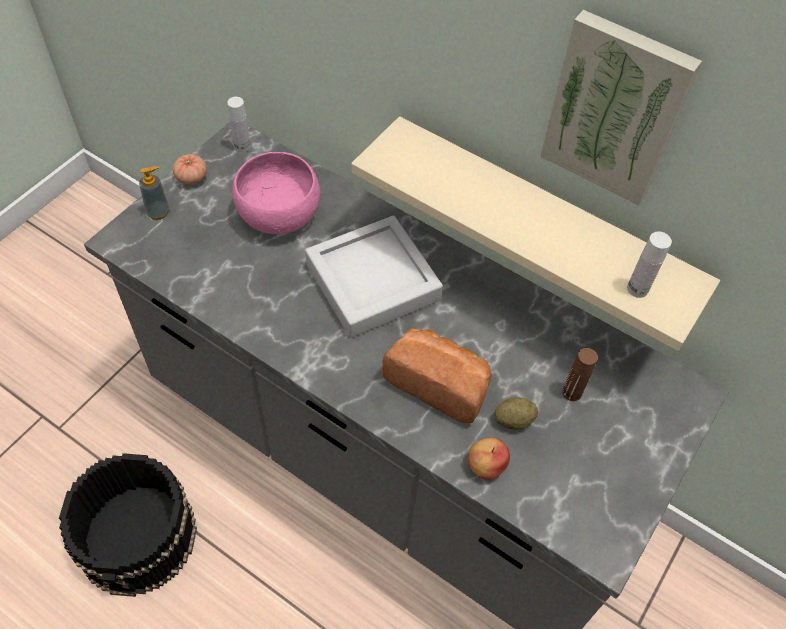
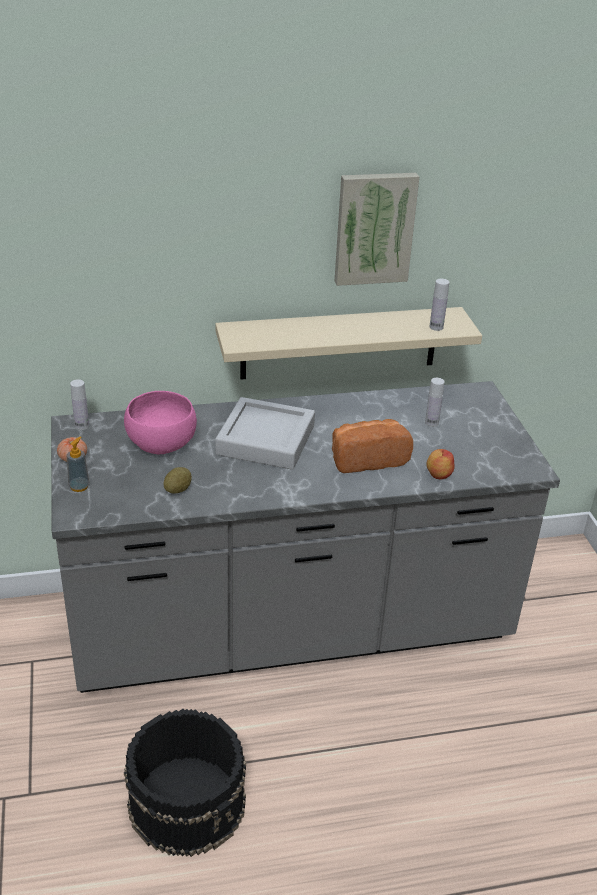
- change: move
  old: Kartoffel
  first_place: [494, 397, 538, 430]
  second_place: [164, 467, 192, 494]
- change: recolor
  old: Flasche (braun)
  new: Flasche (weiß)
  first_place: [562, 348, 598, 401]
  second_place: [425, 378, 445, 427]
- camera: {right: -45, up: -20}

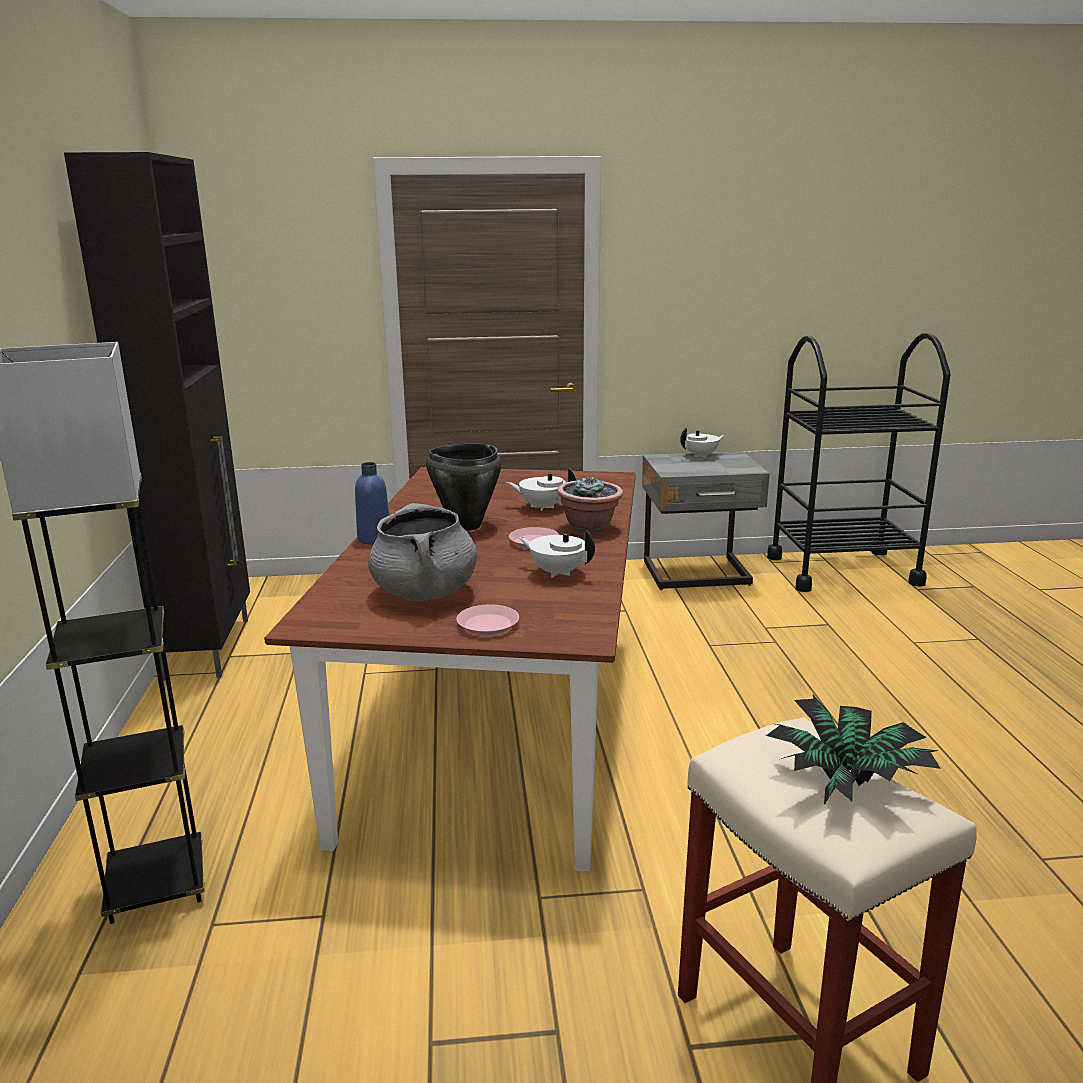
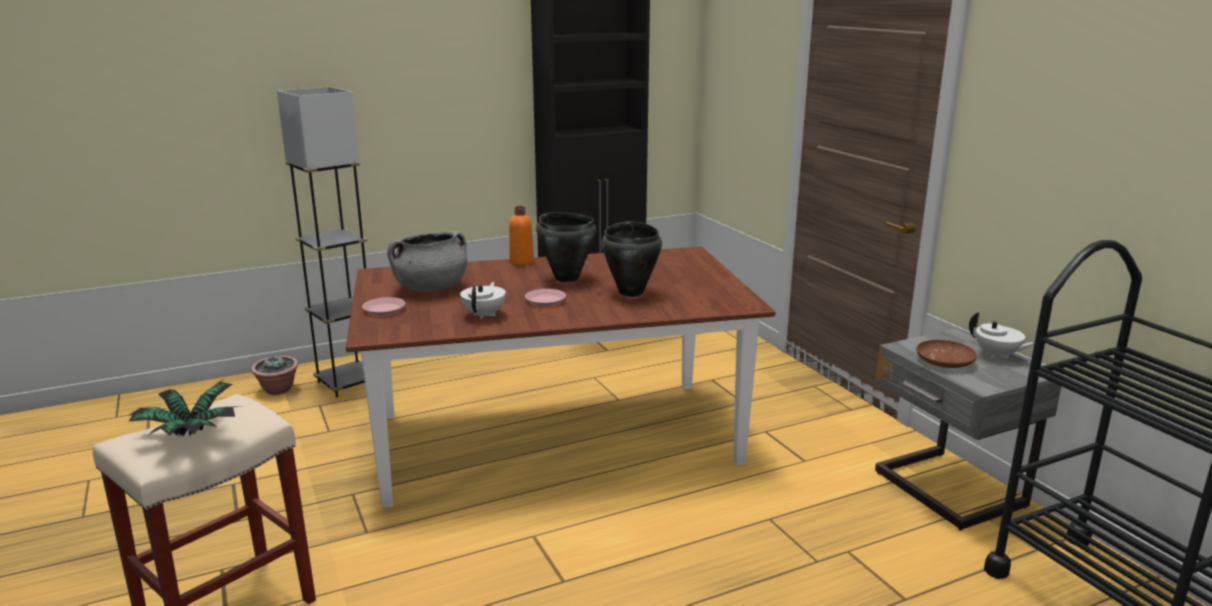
- change: insert
  new: Teller (braun)
  second_place: [916, 340, 977, 368]
- change: move
  old: Topfpflanze
  first_place: [557, 476, 623, 534]
  second_place: [251, 356, 298, 395]
- change: replace
  old: Teekanne (weiß)
  new: Kochtopf (schwarz)
  first_place: [506, 468, 576, 511]
  second_place: [602, 221, 662, 297]
- change: recolor
  old: Flasche (blau)
  new: Flasche (orange)
  first_place: [355, 462, 389, 545]
  second_place: [509, 206, 534, 265]
- camera: {right: 70, up: 0}

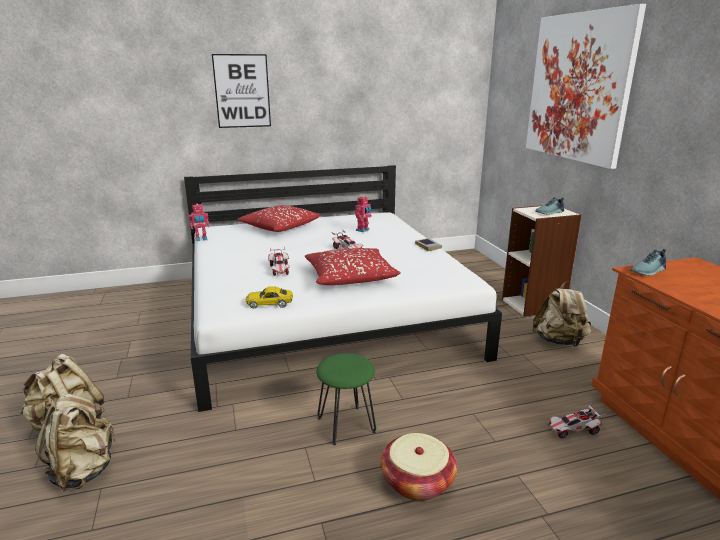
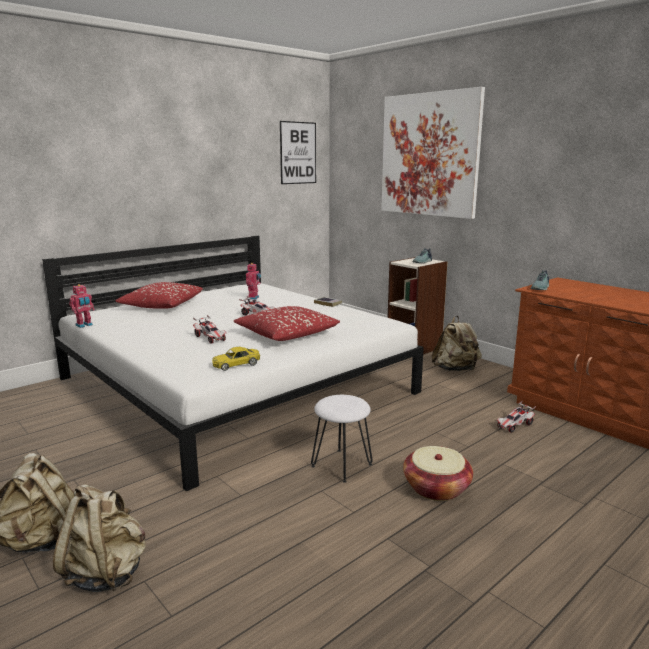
- change: move
  old: Bild
  first_place: [212, 54, 271, 128]
  second_place: [280, 121, 316, 184]
- change: recolor
  old: Hocker (grün)
  new: Hocker (weiß)
  first_place: [316, 353, 376, 445]
  second_place: [311, 395, 373, 483]
- camera: {right: -25, up: -5}

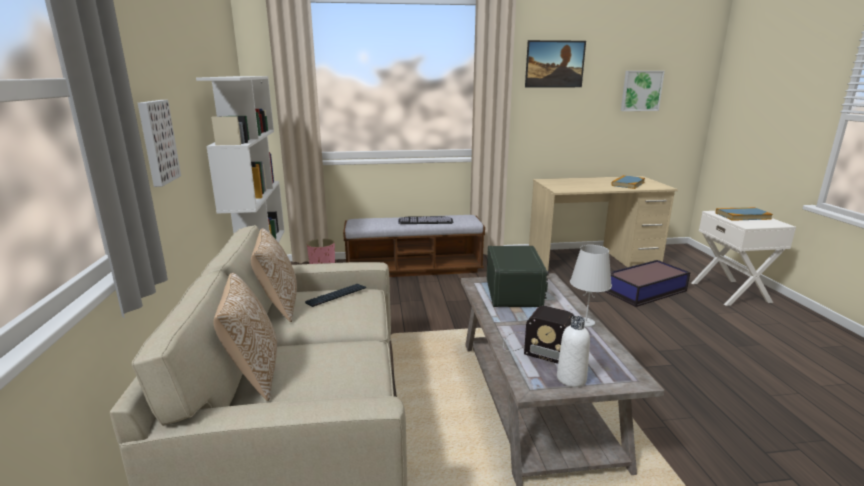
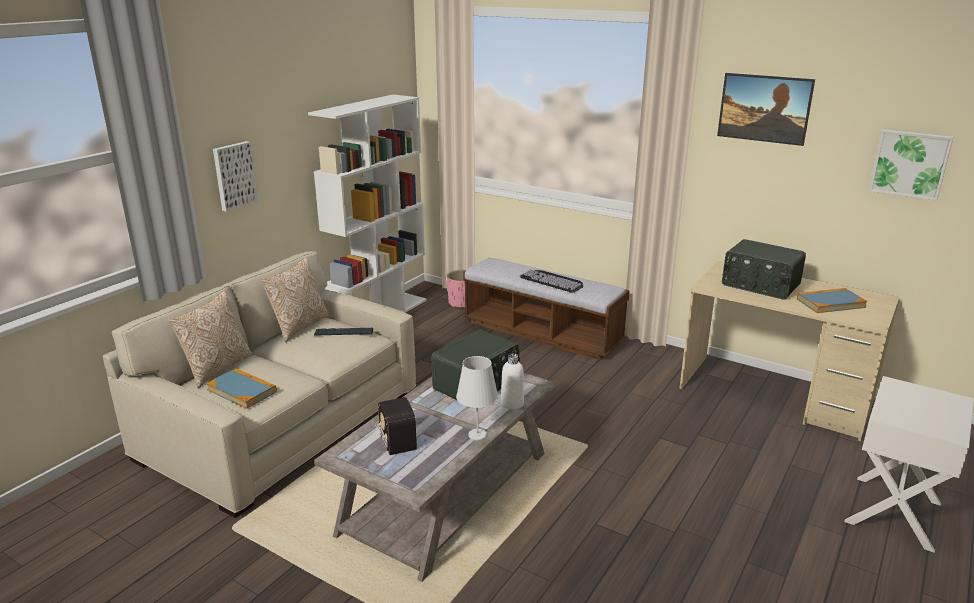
- change: delete
  old: Aufbewahrungsbox
  first_place: [605, 260, 691, 307]
- change: insert
  new: Radio
  second_place: [722, 239, 806, 300]
- change: move
  old: Flasche (weiß)
  first_place: [557, 316, 590, 387]
  second_place: [501, 353, 524, 409]
- change: move
  old: Buch
  first_place: [716, 207, 773, 221]
  second_place: [206, 368, 277, 409]
- camera: {right: 40, up: 5}

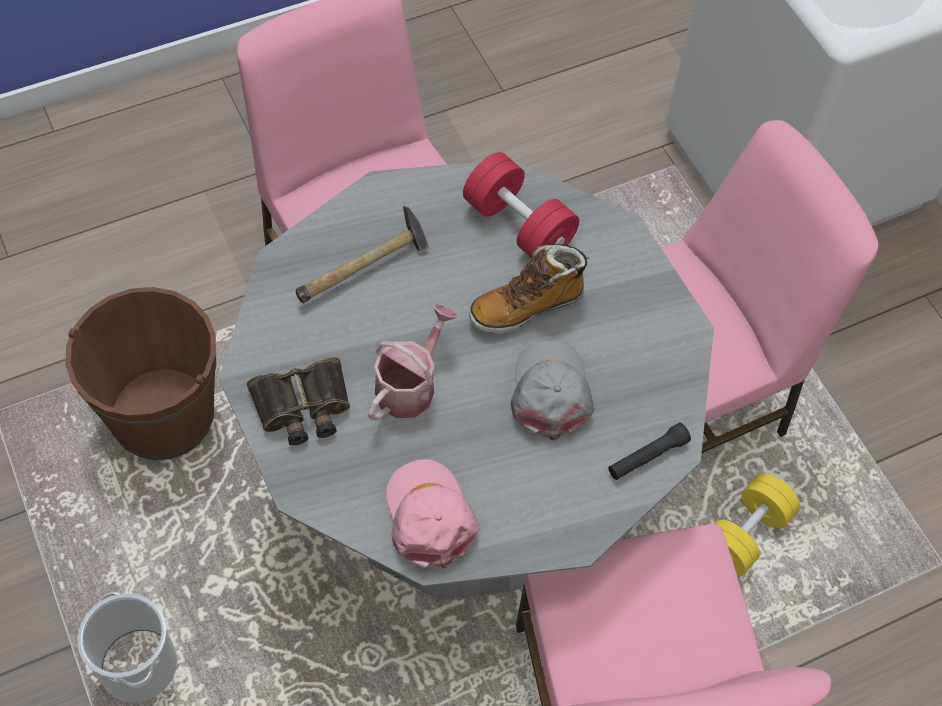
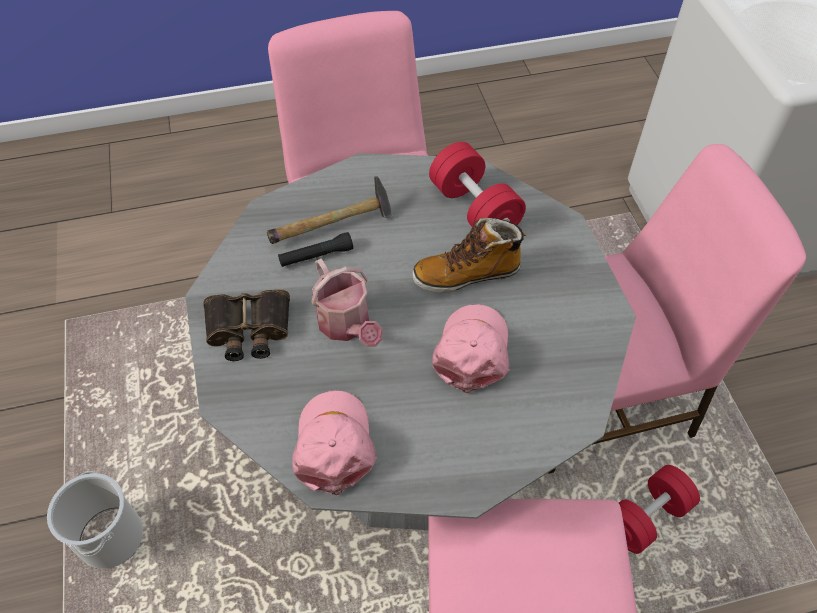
- change: delete
  old: Eimer (braun)
  first_place: [65, 287, 216, 460]
- change: move
  old: Taschenlampe (schwarz)
  first_place: [608, 423, 691, 480]
  second_place: [278, 232, 353, 267]
- change: recolor
  old: Kappe (grau)
  new: Kappe (rosa)
  first_place: [511, 340, 595, 441]
  second_place: [432, 304, 510, 394]
- change: recolor
  old: Hantel (gelb)
  new: Hantel (rot)
  first_place: [714, 473, 800, 576]
  second_place: [619, 465, 700, 554]
- change: rotate
  old: Gießkanne
  first_place: [368, 304, 457, 420]
  second_place: [311, 259, 383, 347]
  degrees: 105
- camera: {right: 15, up: -5}

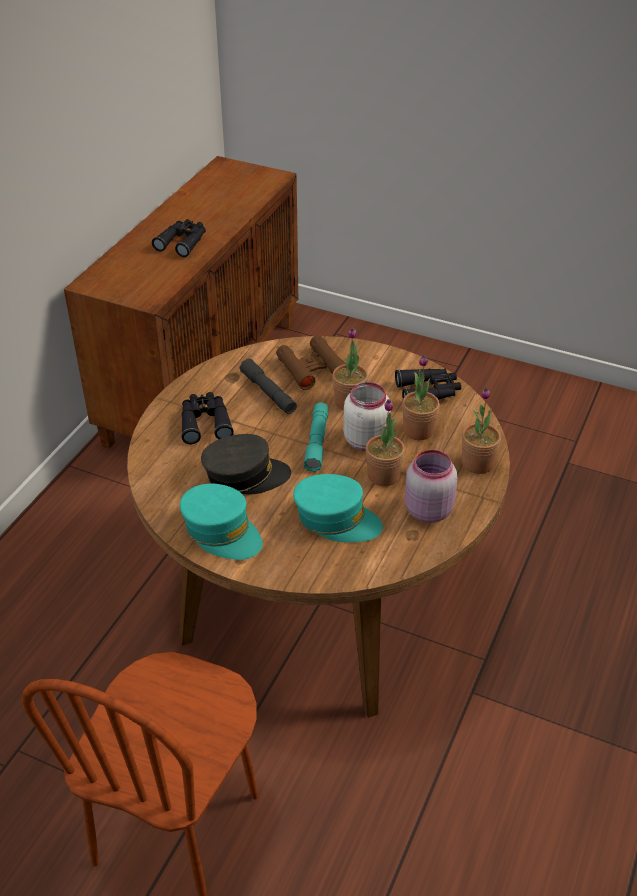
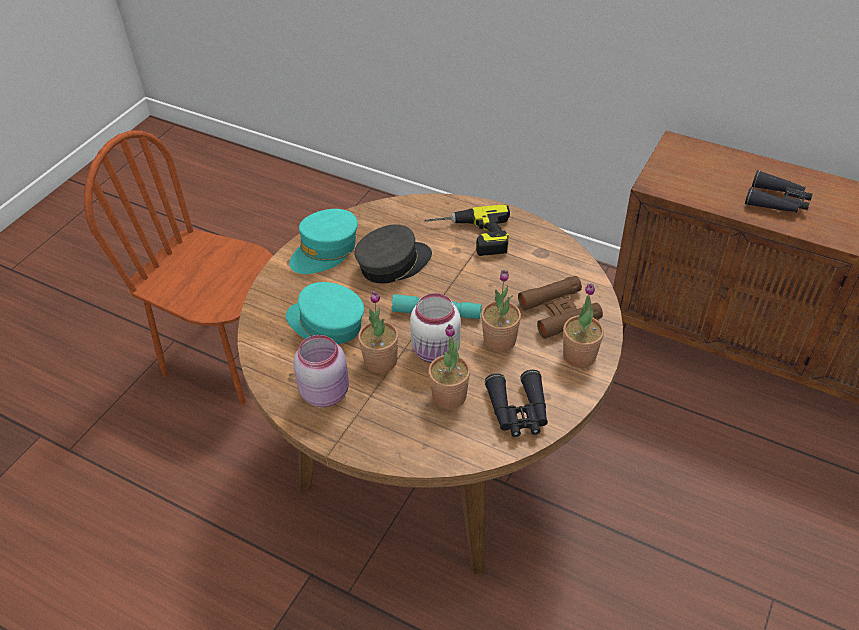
- change: delete
  old: Taschenlampe (grau)
  first_place: [240, 358, 297, 414]
- change: move
  old: Topfpflanze
  first_place: [462, 387, 501, 474]
  second_place: [563, 283, 604, 368]
- change: replace
  old: Fernglas (schwarz)
  new: Bohrmaschine
  first_place: [181, 392, 234, 444]
  second_place: [424, 204, 510, 256]
- change: rotate
  old: Kappe (grau)
  first_place: [201, 434, 291, 494]
  second_place: [355, 224, 432, 284]
  degrees: -120
- change: rotate
  old: Kappe (türkis)
  first_place: [293, 474, 383, 542]
  second_place: [286, 282, 364, 344]
  degrees: 90
- camera: {right: 95, up: 5}

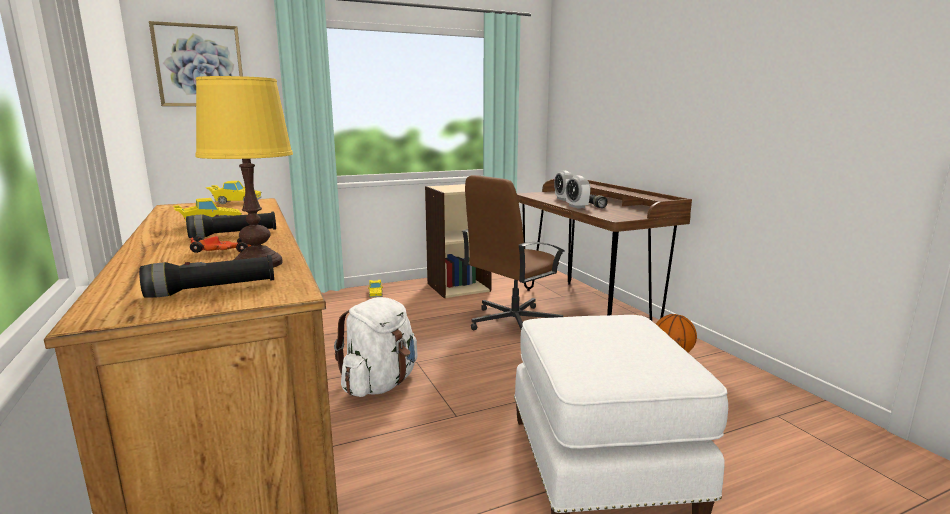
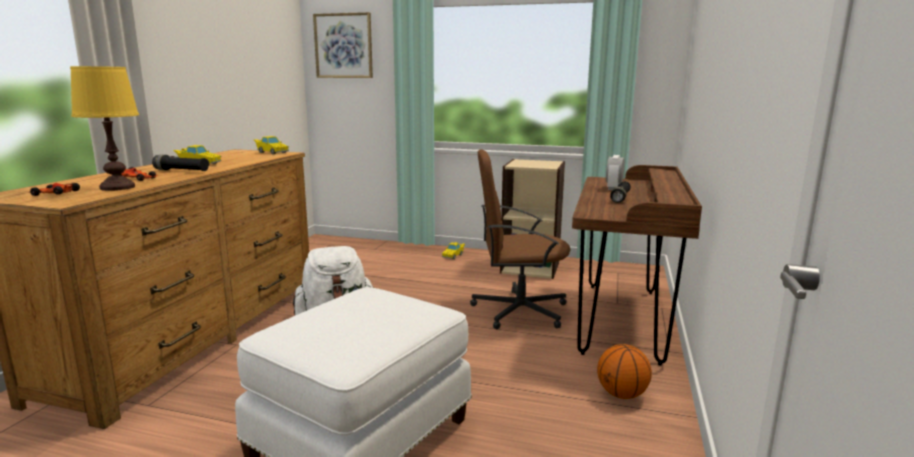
- change: delete
  old: Wecker
  first_place: [566, 176, 590, 209]
- change: replace
  old: Taschenlampe (schwarz)
  new: Spielzeugauto
  first_place: [139, 255, 274, 298]
  second_place: [28, 183, 80, 196]
- camera: {right: 40, up: 0}

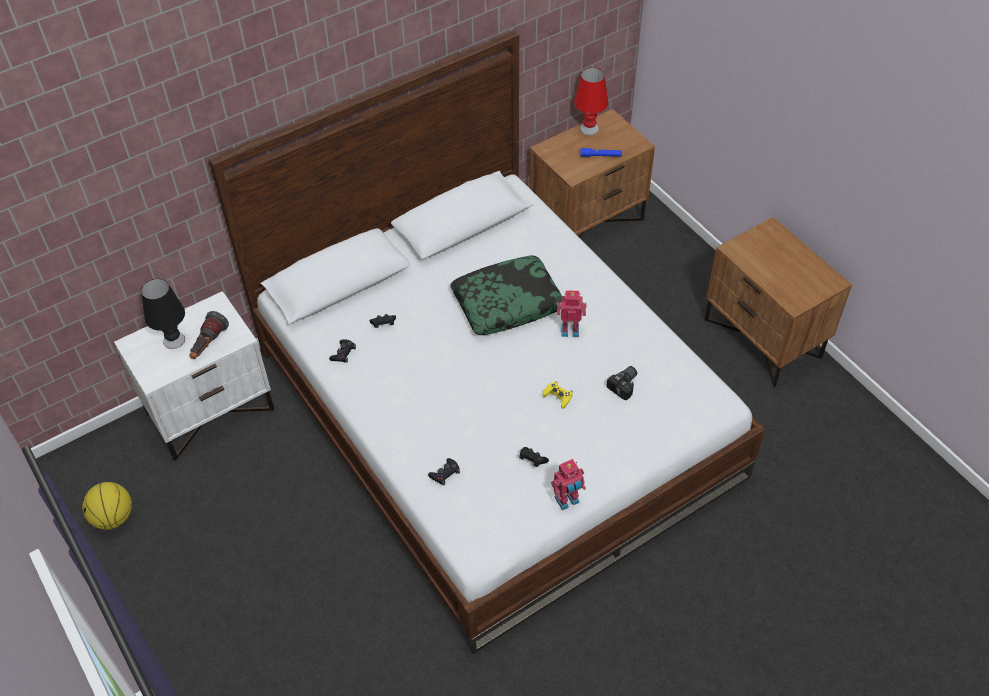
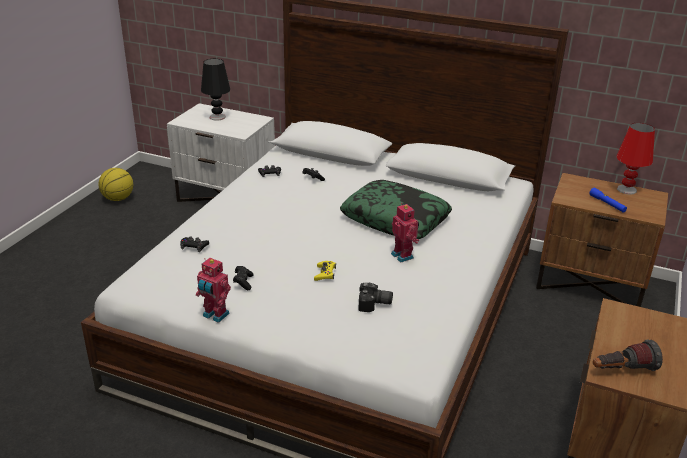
- change: move
  old: Taschenlampe
  first_place: [190, 311, 229, 359]
  second_place: [593, 340, 663, 371]
- camera: {right: 55, up: -20}

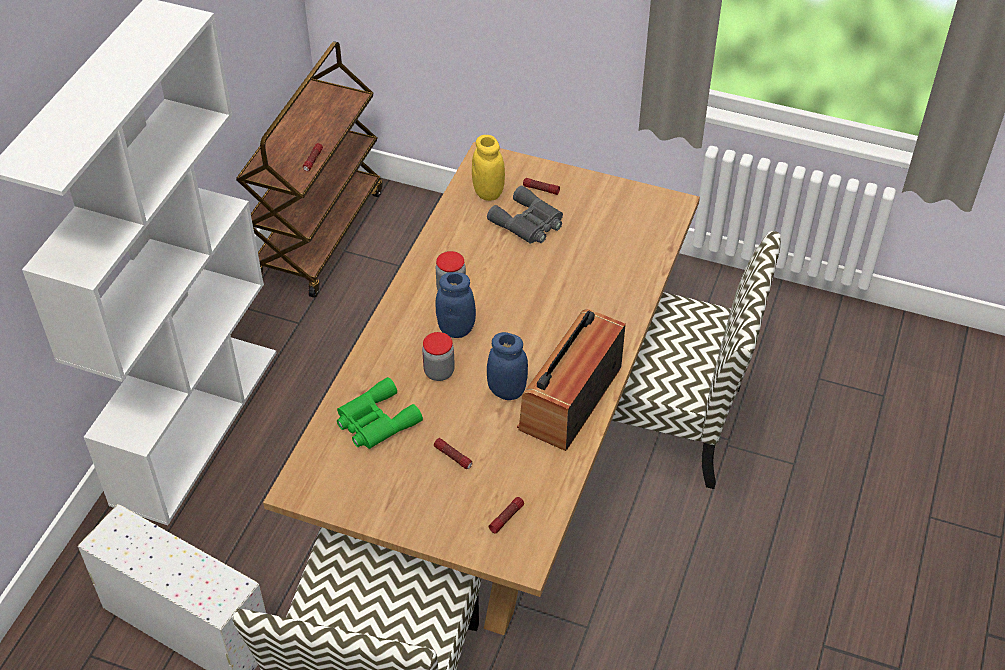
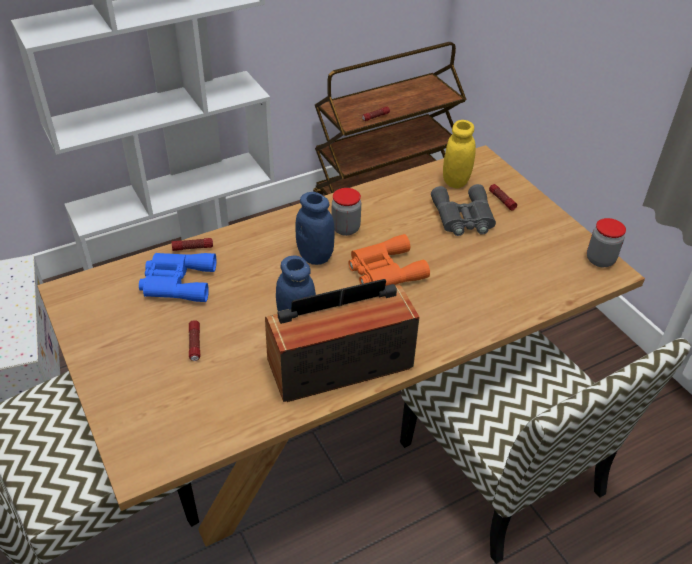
- change: insert
  new: Fernglas (orange)
  second_place: [349, 234, 430, 286]
- change: move
  old: Vorratsglas
  first_place: [422, 332, 455, 381]
  second_place: [587, 218, 626, 267]
- change: move
  old: Taschenlampe
  first_place: [488, 497, 524, 534]
  second_place: [172, 238, 213, 251]
- change: recolor
  old: Fernglas (grün)
  new: Fernglas (blau)
  first_place: [337, 377, 423, 449]
  second_place: [139, 253, 216, 302]
- camera: {right: 40, up: -5}

